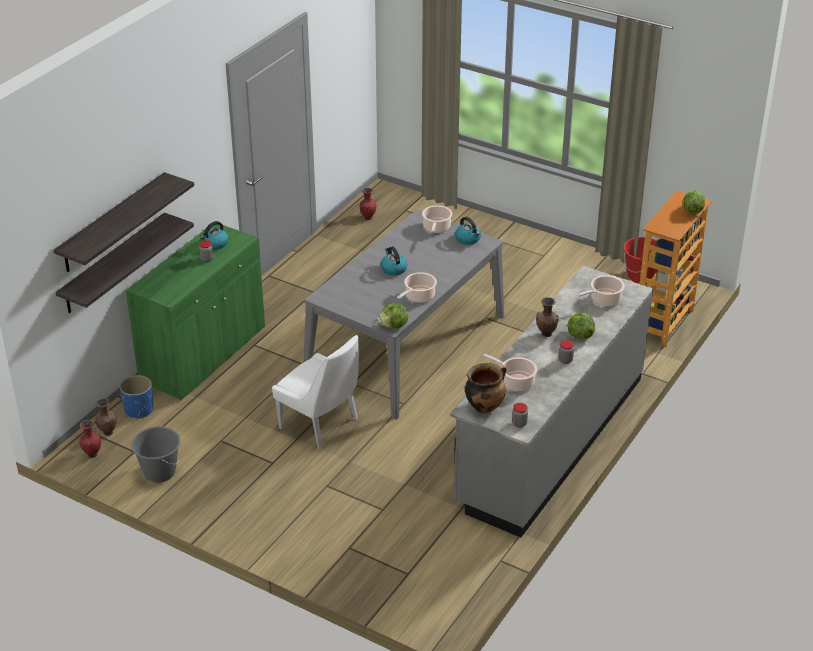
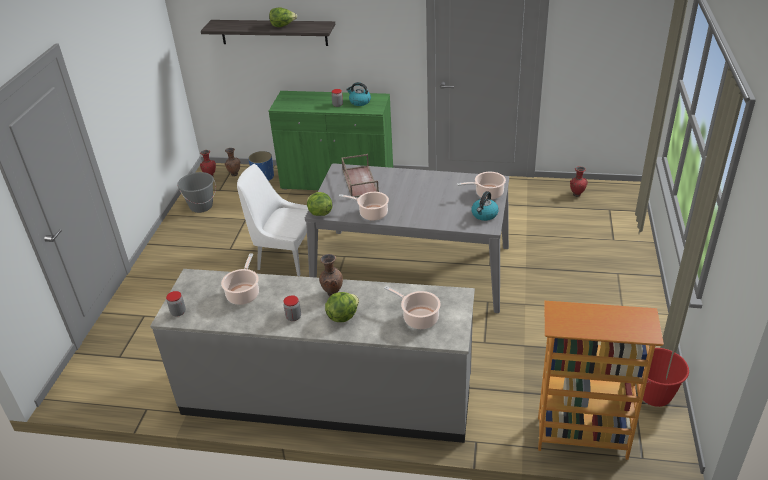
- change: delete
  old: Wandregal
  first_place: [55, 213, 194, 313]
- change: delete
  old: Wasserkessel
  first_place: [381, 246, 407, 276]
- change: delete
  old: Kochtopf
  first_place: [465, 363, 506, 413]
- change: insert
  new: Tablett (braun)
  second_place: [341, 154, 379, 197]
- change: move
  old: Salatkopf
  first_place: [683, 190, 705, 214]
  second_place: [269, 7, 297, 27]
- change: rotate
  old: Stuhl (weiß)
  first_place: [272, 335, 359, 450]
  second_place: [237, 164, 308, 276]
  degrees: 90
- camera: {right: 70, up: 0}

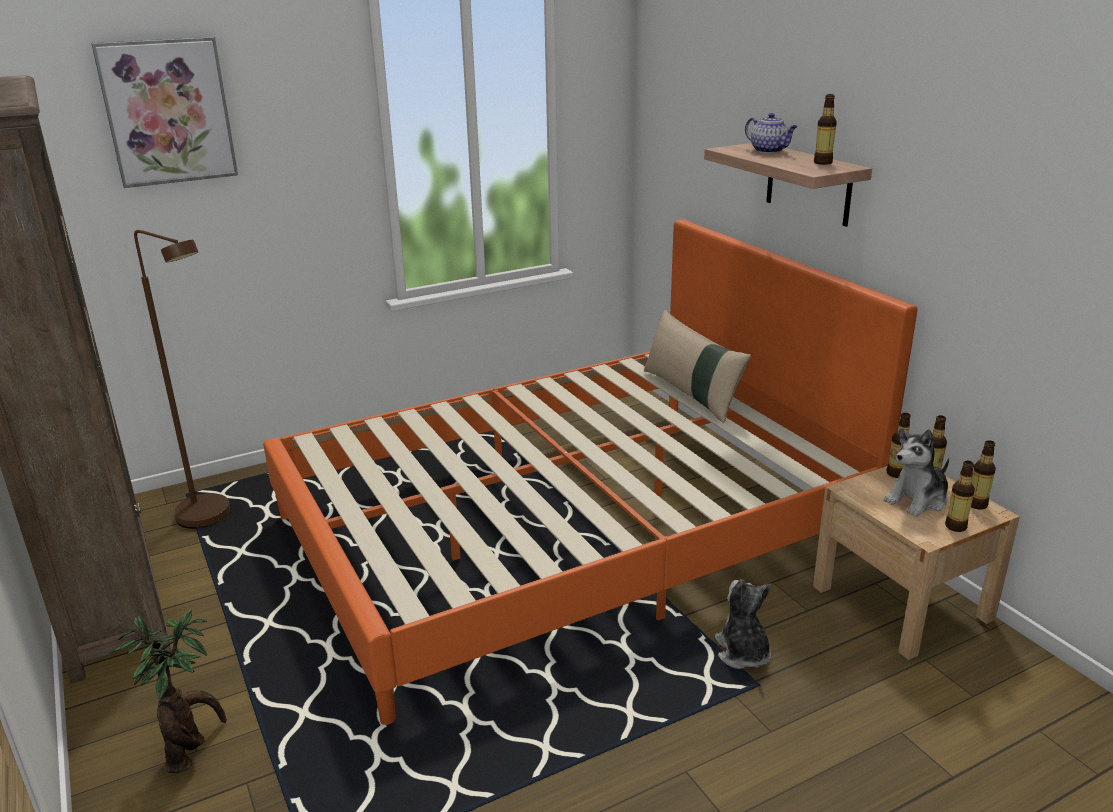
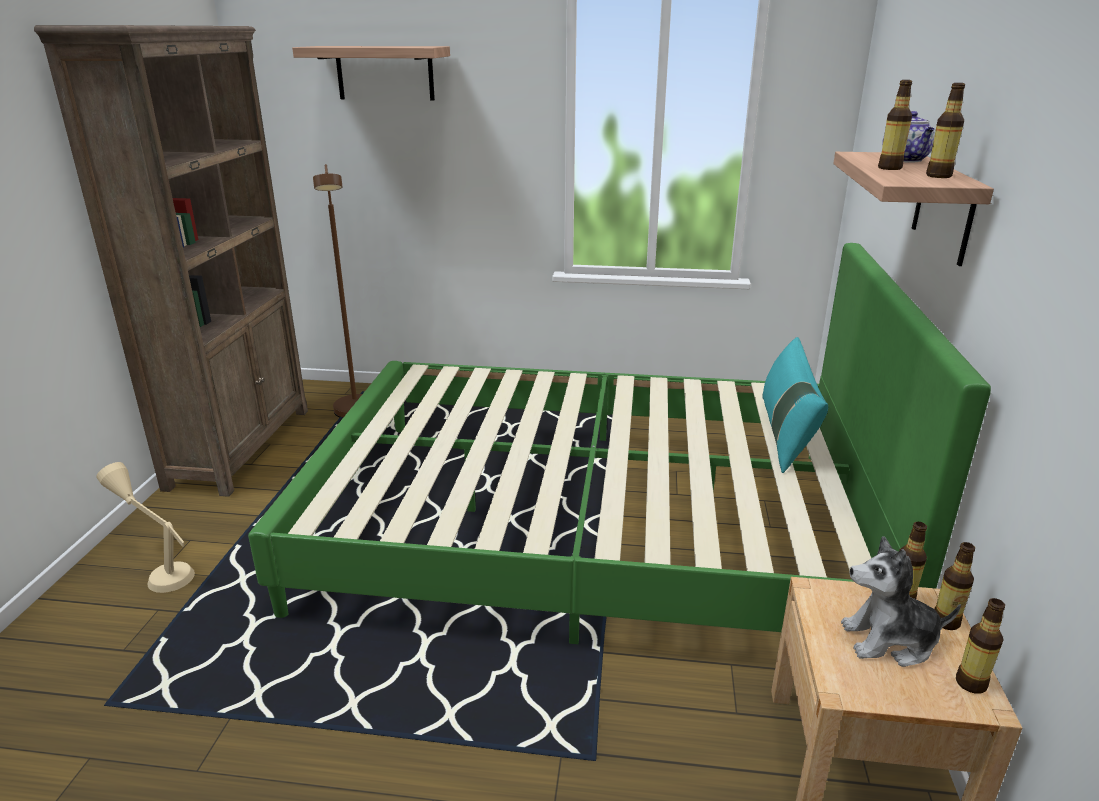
- change: delete
  old: Plüschtier
  first_place: [715, 579, 771, 669]
- change: move
  old: Flasche
  first_place: [945, 461, 975, 532]
  second_place: [878, 80, 912, 170]
- change: replace
  old: Bild
  new: Wandregal
  first_place: [91, 37, 238, 188]
  second_place: [292, 46, 450, 100]
- change: replace
  old: Topfpflanze
  new: Tischlampe (beige)
  first_place: [112, 609, 227, 773]
  second_place: [96, 462, 195, 593]
- change: recolor
  old: Bett (orange)
  new: Bett (grün)
  first_place: [263, 220, 917, 725]
  second_place: [248, 243, 991, 644]
- change: recolor
  old: Kissen (beige)
  new: Kissen (türkis)
  first_place: [644, 310, 751, 423]
  second_place: [762, 337, 828, 473]
- camera: {right: 35, up: 0}

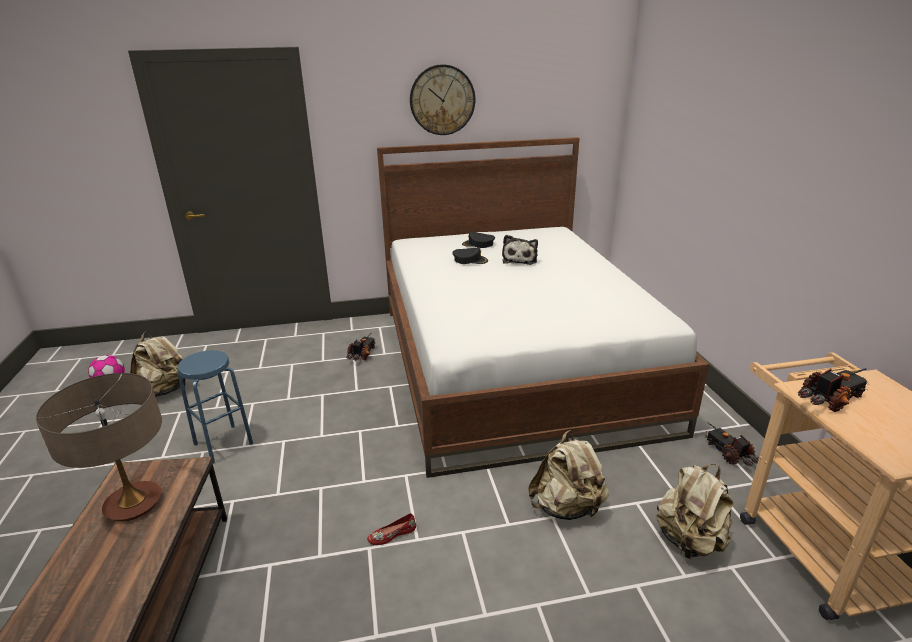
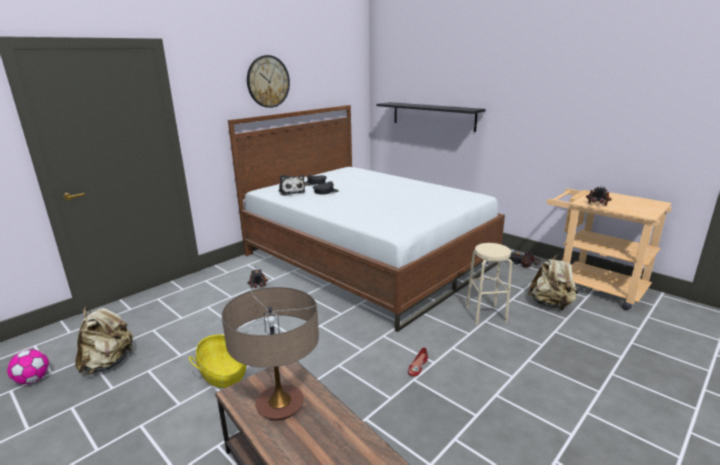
- change: insert
  new: Wandregal (schwarz)
  second_place: [376, 102, 486, 132]
- change: move
  old: Plüschtier
  first_place: [502, 235, 538, 265]
  second_place: [279, 175, 305, 196]
- change: replace
  old: Hocker (blau)
  new: Korb
  first_place: [177, 350, 253, 464]
  second_place: [189, 335, 247, 388]
- change: replace
  old: Rucksack (beige)
  new: Hocker (beige)
  first_place: [528, 430, 609, 520]
  second_place: [466, 243, 512, 324]
- camera: {right: -35, up: -5}

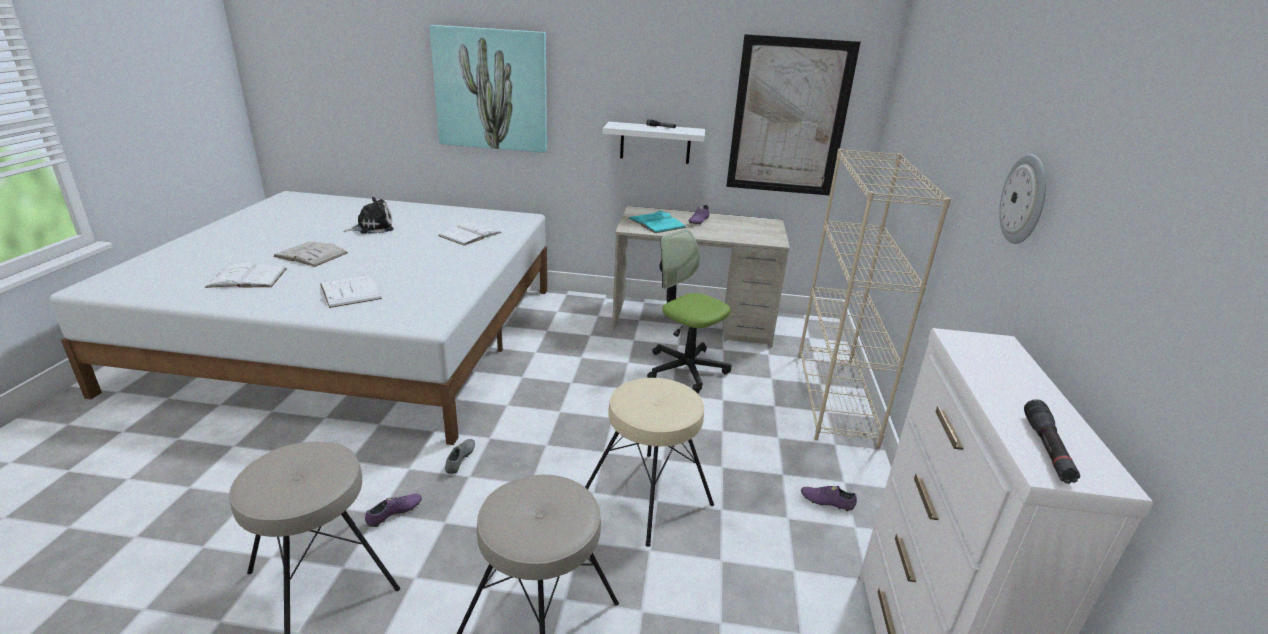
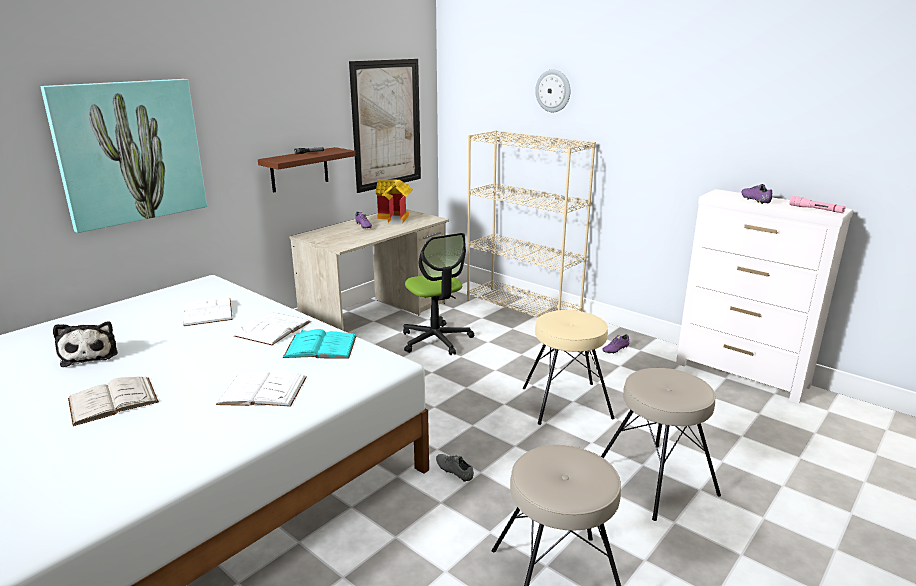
- change: insert
  new: Spielzeughaus
  second_place: [376, 179, 413, 224]
- change: move
  old: Buch (weiß)
  first_place: [205, 262, 287, 288]
  second_place: [234, 313, 311, 345]
- change: move
  old: Schuh (lila)
  first_place: [365, 494, 422, 527]
  second_place: [742, 184, 772, 204]
- change: move
  old: Buch (türkis)
  first_place: [628, 210, 686, 233]
  second_place: [283, 329, 357, 359]
- change: move
  old: Wanduhr
  first_place: [999, 154, 1046, 244]
  second_place: [535, 69, 570, 112]
- change: recolor
  old: Wandregal (weiß)
  new: Wandregal (braun)
  first_place: [603, 122, 705, 164]
  second_place: [258, 147, 356, 193]
- change: recolor
  old: Taschenlampe (schwarz)
  new: Taschenlampe (rosa)
  first_place: [1024, 399, 1080, 484]
  second_place: [790, 196, 846, 213]
- change: rotate
  old: Plüschtier
  first_place: [343, 197, 394, 234]
  second_place: [53, 321, 118, 367]
  degrees: 150
- change: rotate
  old: Bürostuhl
  first_place: [647, 229, 731, 393]
  second_place: [403, 233, 474, 355]
  degrees: -105
- camera: {right: -55, up: -5}

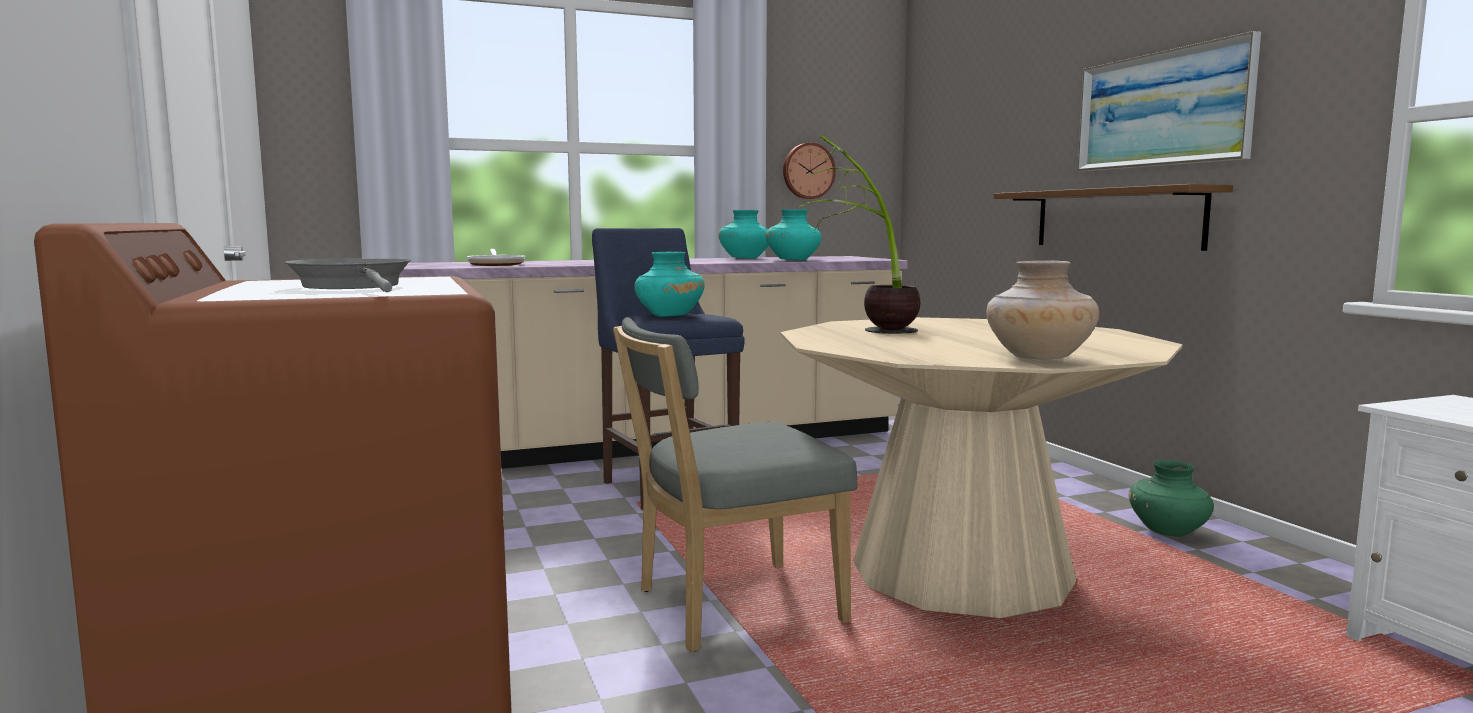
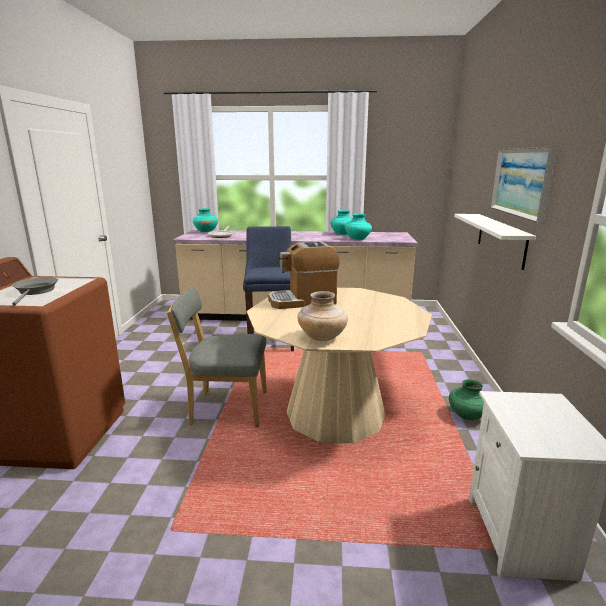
- change: delete
  old: Wanduhr
  first_place: [783, 143, 836, 199]
- change: move
  old: Vase (türkis)
  first_place: [635, 252, 704, 317]
  second_place: [193, 208, 218, 232]
- change: replace
  old: Topfpflanze
  new: Kaffeemaschine
  first_place: [798, 135, 920, 334]
  second_place: [268, 241, 340, 309]
- change: recolor
  old: Wandregal (braun)
  new: Wandregal (weiß)
  first_place: [994, 184, 1233, 251]
  second_place: [454, 214, 536, 270]
- camera: {right: 25, up: 10}

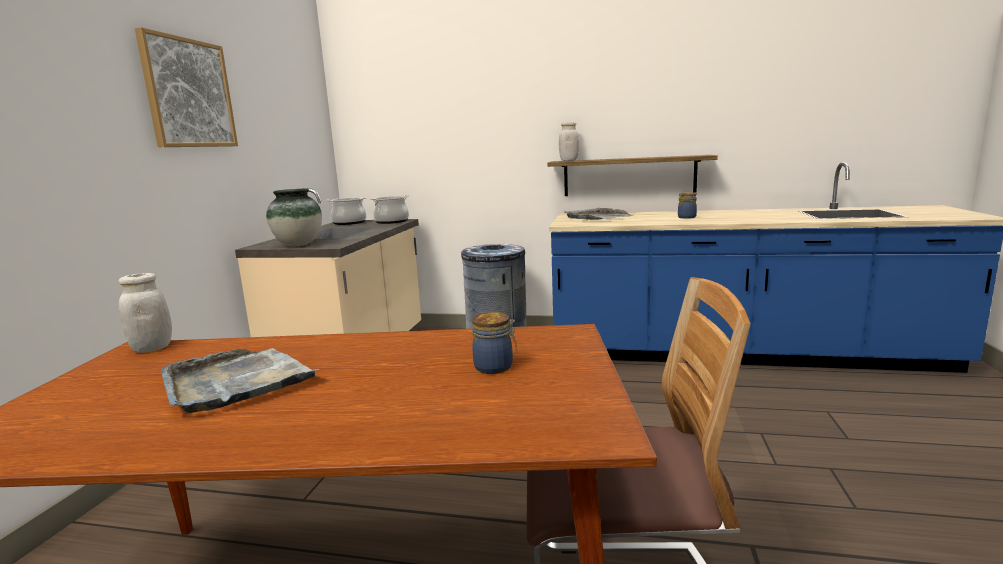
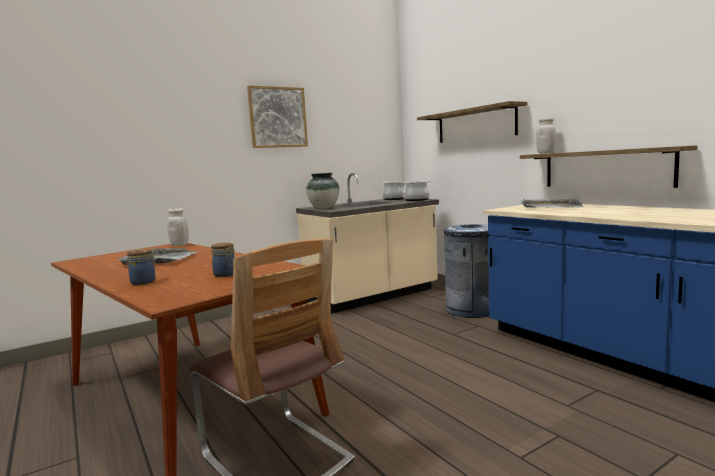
- change: insert
  new: Wandregal
  second_place: [417, 101, 527, 143]
- change: move
  old: Vorratsglas
  first_place: [678, 192, 697, 219]
  second_place: [127, 249, 156, 285]
- camera: {right: 45, up: -5}

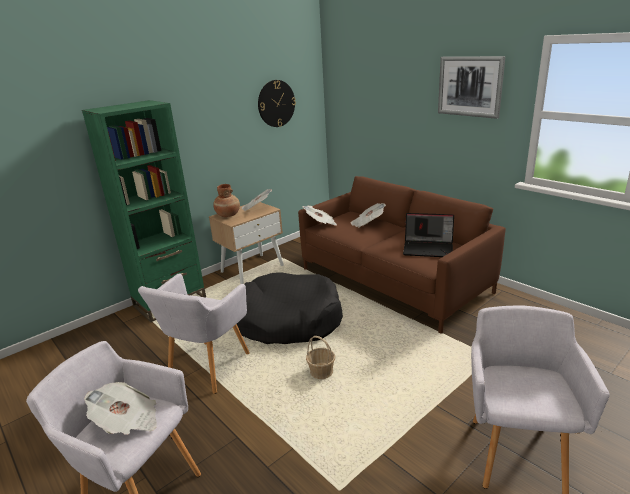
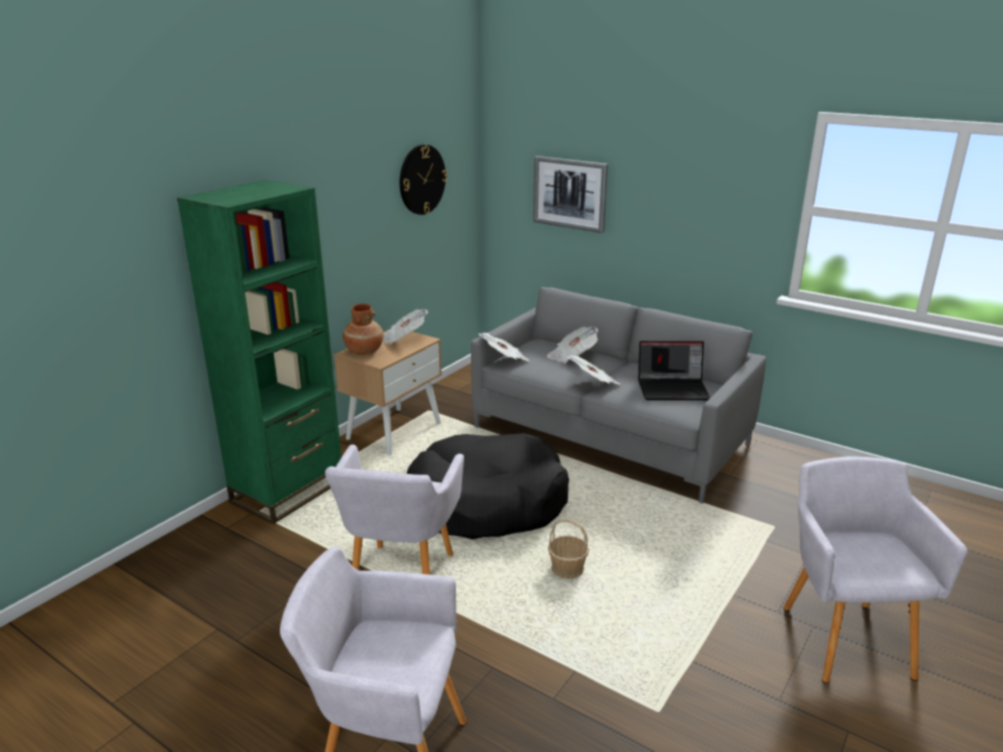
- change: move
  old: Zeitung
  first_place: [84, 382, 157, 435]
  second_place: [567, 355, 620, 384]
- change: move
  old: Bild
  first_place: [438, 56, 506, 119]
  second_place: [533, 156, 608, 233]
- change: recolor
  old: Sofa (braun)
  new: Sofa (grau)
  first_place: [298, 176, 506, 334]
  second_place: [471, 287, 766, 504]
- camera: {right: -15, up: 0}

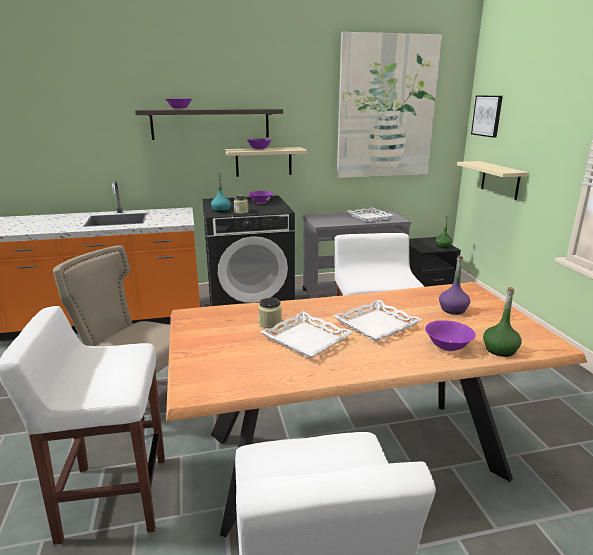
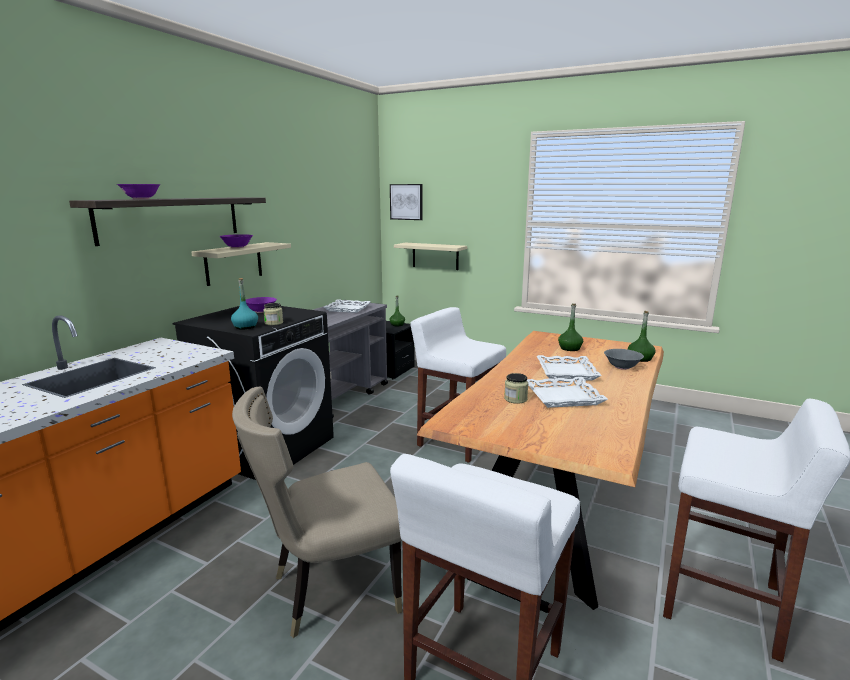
- change: delete
  old: Bild
  first_place: [337, 32, 442, 178]
- change: recolor
  old: Schüssel (lila)
  new: Schüssel (grau)
  first_place: [425, 320, 476, 351]
  second_place: [604, 349, 644, 370]
- change: recolor
  old: Flasche (lila)
  new: Flasche (grün)
  first_place: [439, 256, 470, 314]
  second_place: [558, 304, 583, 351]
- camera: {right: -50, up: -5}

